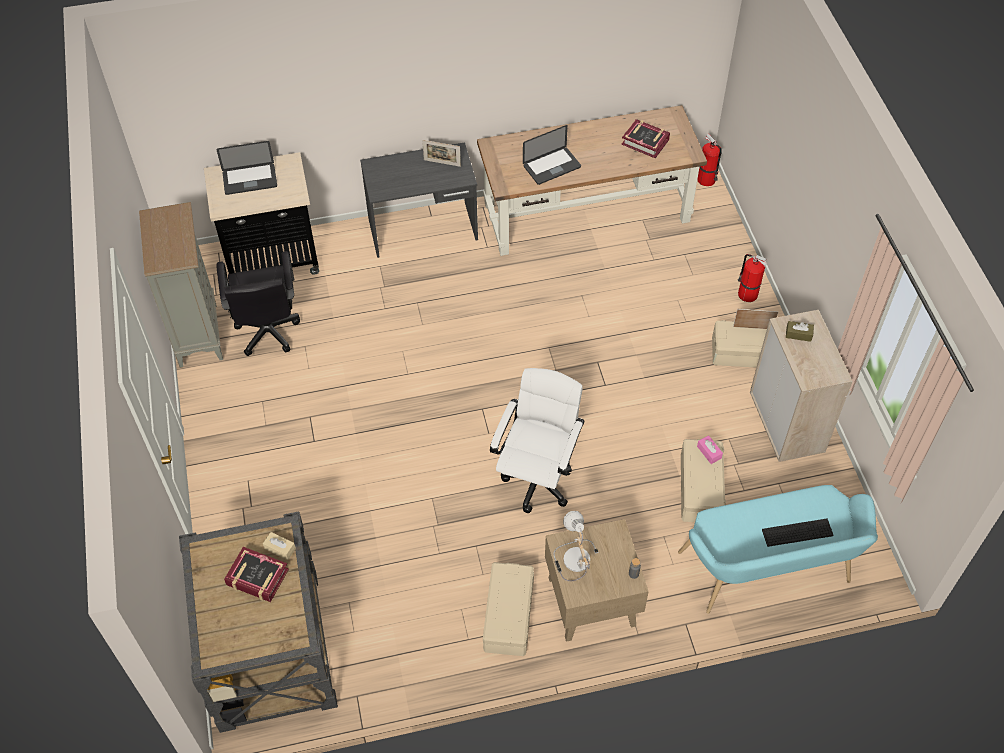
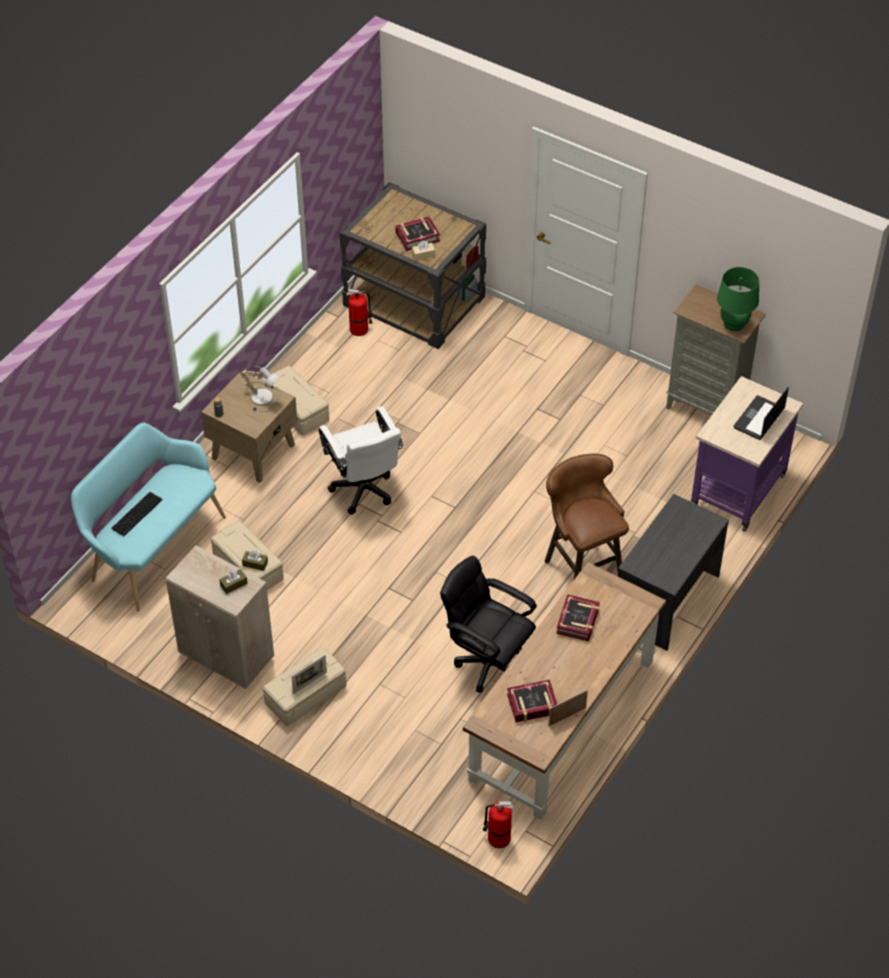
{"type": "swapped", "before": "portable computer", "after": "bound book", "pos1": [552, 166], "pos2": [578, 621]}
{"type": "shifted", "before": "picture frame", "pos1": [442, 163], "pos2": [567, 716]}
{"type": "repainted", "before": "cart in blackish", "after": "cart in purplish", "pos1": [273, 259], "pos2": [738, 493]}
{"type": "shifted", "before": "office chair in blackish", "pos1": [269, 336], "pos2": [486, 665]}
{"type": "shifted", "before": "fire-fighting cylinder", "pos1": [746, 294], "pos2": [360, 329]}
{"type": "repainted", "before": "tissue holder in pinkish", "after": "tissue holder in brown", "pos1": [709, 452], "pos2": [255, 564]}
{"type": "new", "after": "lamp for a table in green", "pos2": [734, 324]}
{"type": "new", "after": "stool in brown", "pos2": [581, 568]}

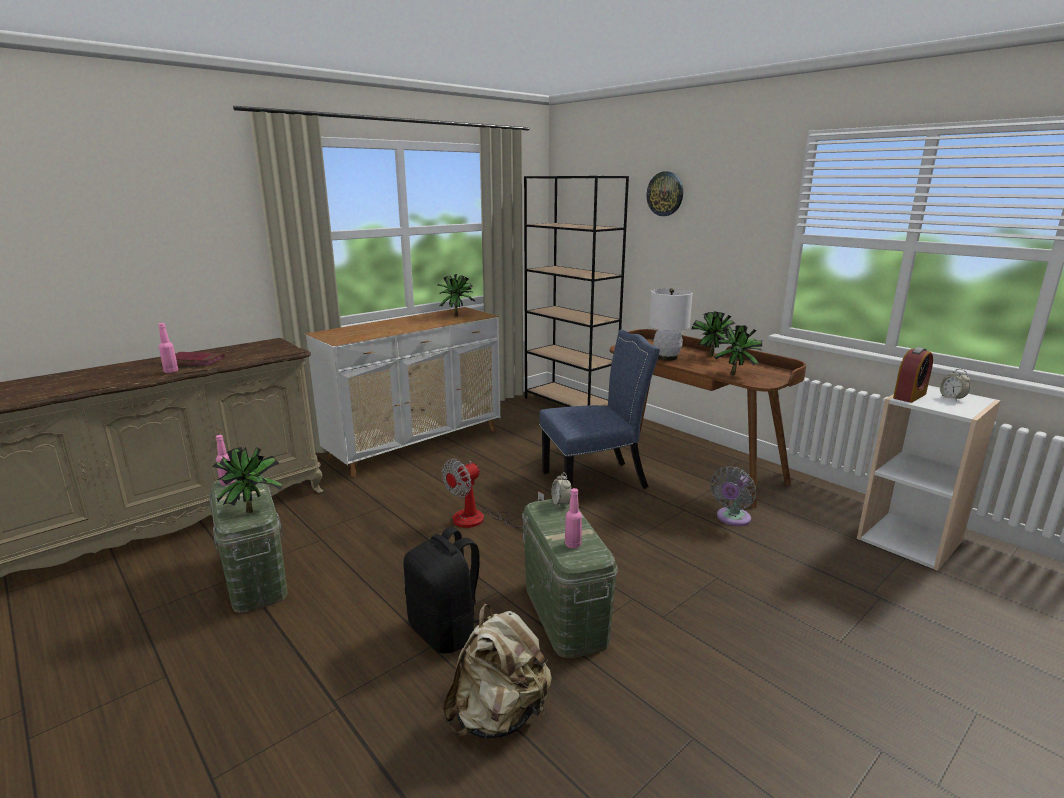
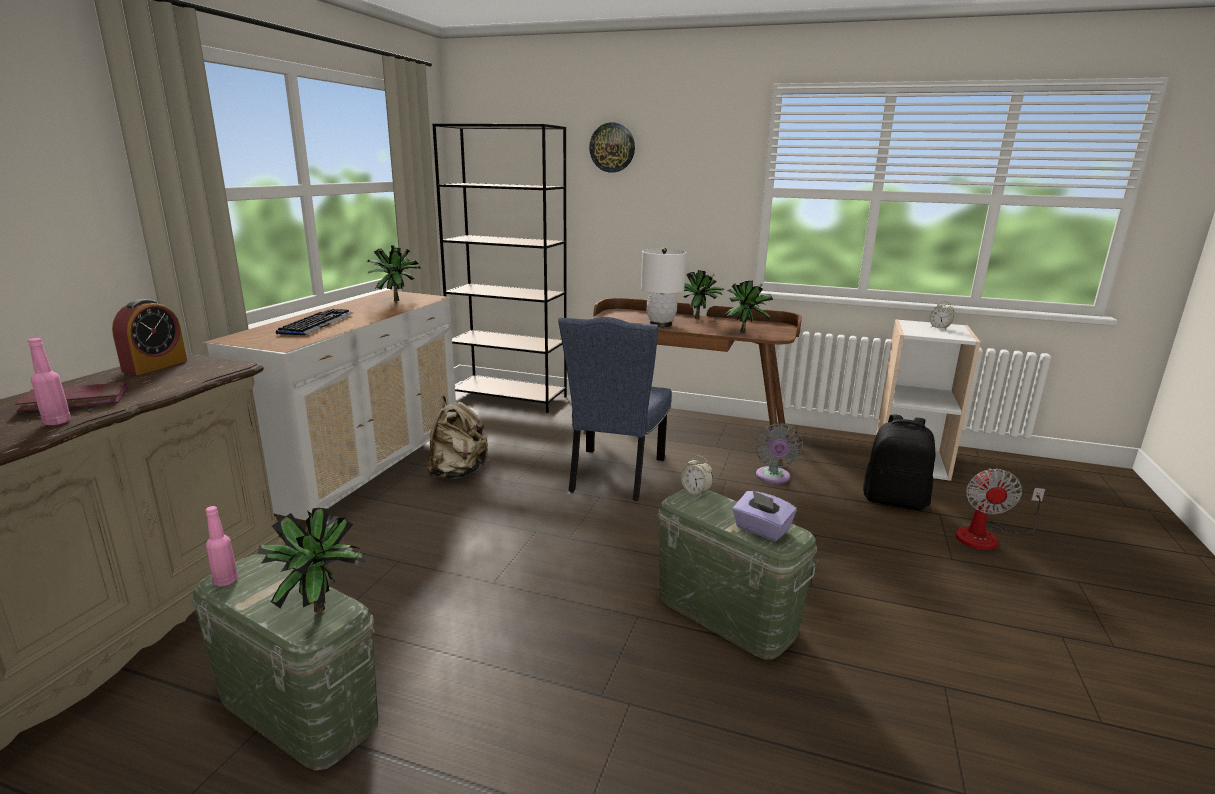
{"type": "rotated", "before": "chair in blue-coloured", "pos1": [593, 482], "pos2": [615, 473], "turn": 150}
{"type": "shifted", "before": "table clock", "pos1": [909, 396], "pos2": [155, 366]}
{"type": "shifted", "before": "electric fan", "pos1": [480, 520], "pos2": [986, 536]}
{"type": "swapped", "before": "drink bottle in pinkish", "after": "tissue holder in purplish", "pos1": [573, 544], "pos2": [761, 530]}
{"type": "shifted", "before": "rucksack in blackish", "pos1": [446, 631], "pos2": [895, 501]}
{"type": "shifted", "before": "rucksack in beige-coloured", "pos1": [499, 715], "pos2": [457, 473]}
{"type": "new", "after": "PC keyboard", "pos2": [317, 324]}

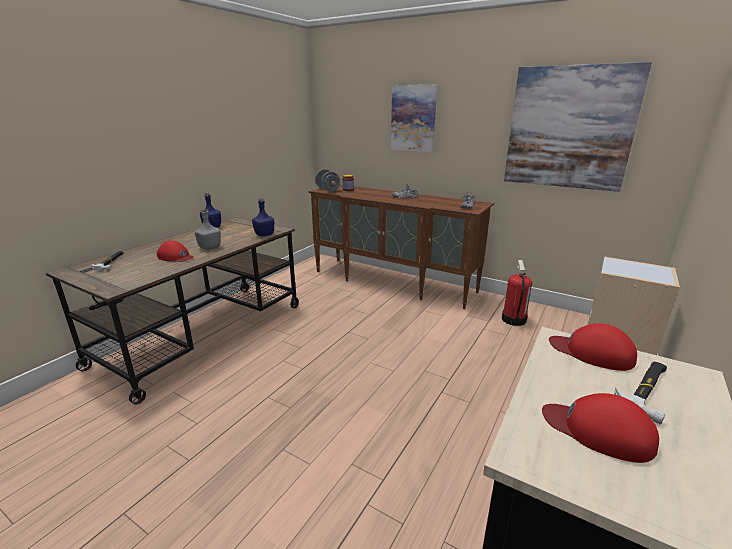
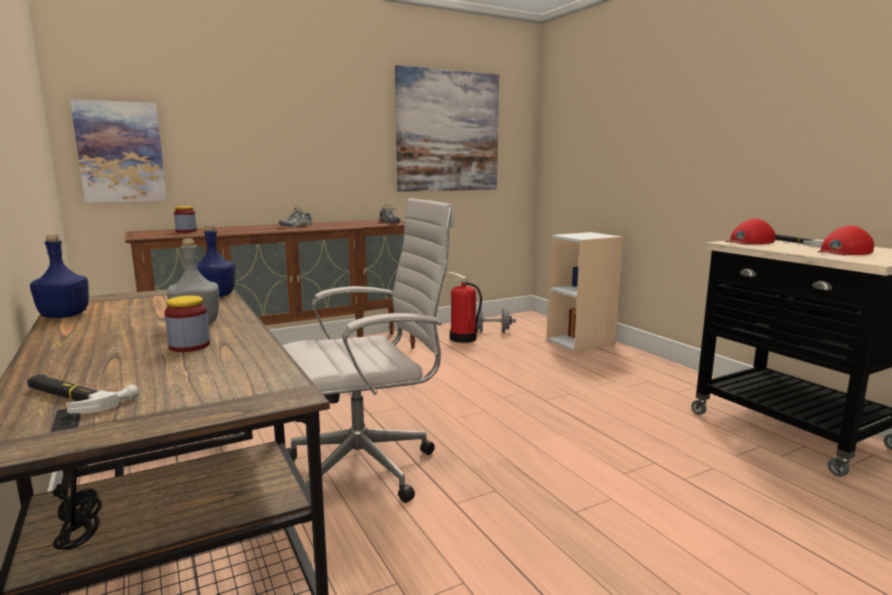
{"type": "shifted", "before": "wall picture", "pos1": [413, 118], "pos2": [121, 152]}
{"type": "shifted", "before": "free weight in grey", "pos1": [327, 190], "pos2": [492, 332]}
{"type": "swapped", "before": "cap in red", "after": "jar", "pos1": [176, 257], "pos2": [189, 346]}
{"type": "new", "after": "office chair in white", "pos2": [368, 467]}

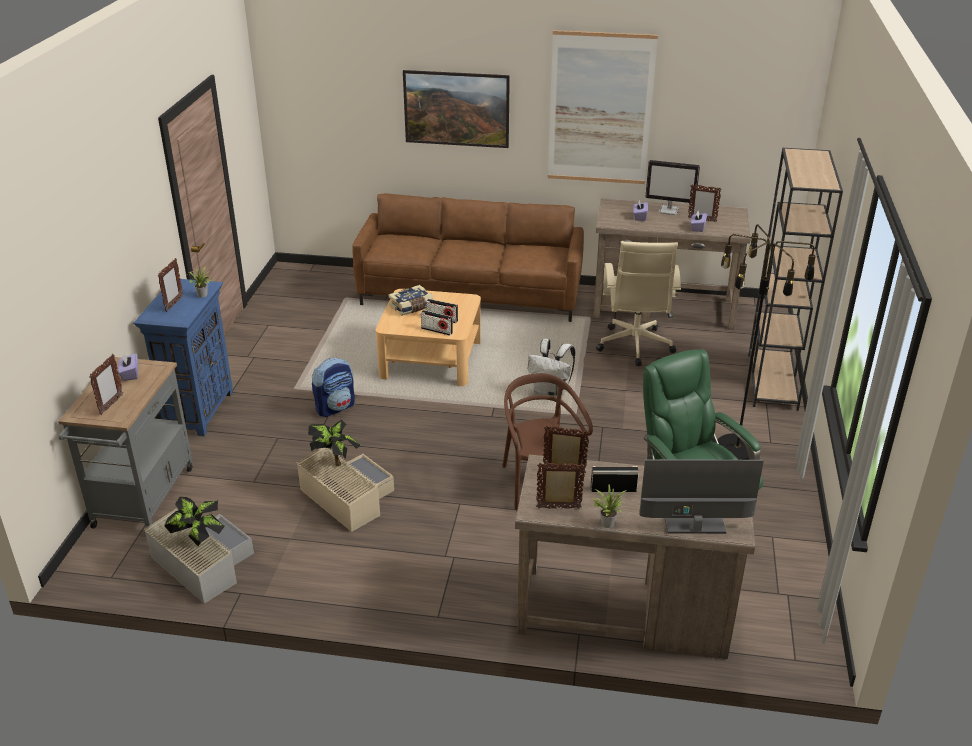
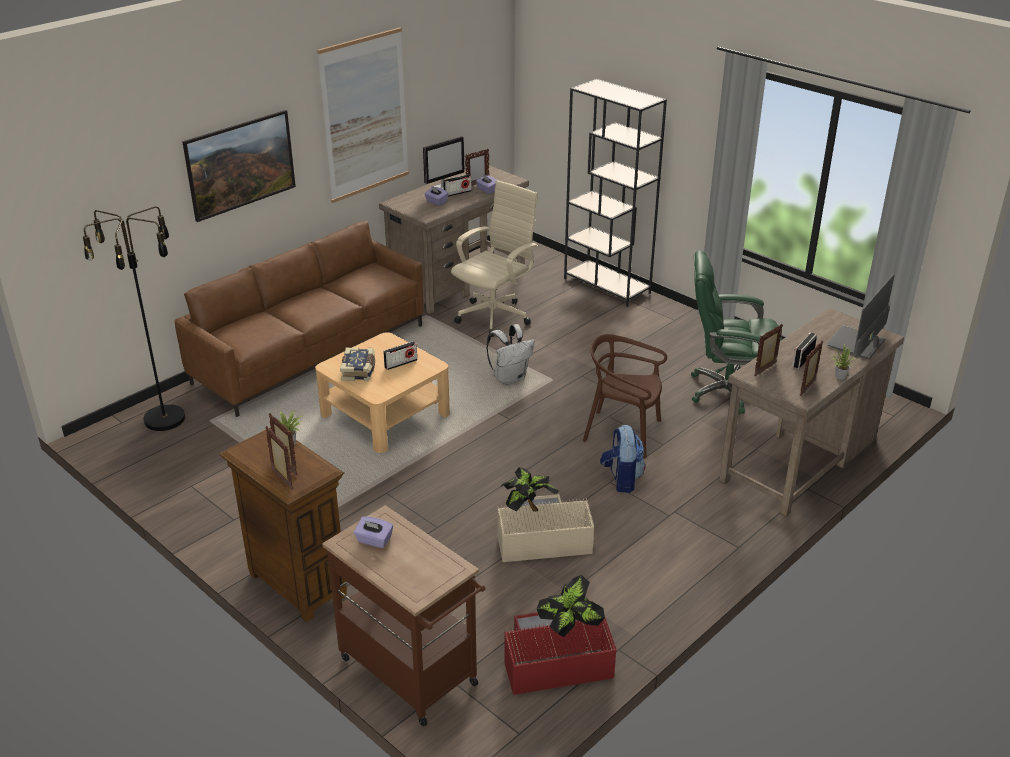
{"type": "shifted", "before": "standard lamp", "pos1": [735, 450], "pos2": [164, 420]}
{"type": "rotated", "before": "office chair in beige-coloured", "pos1": [635, 347], "pos2": [495, 316], "turn": -90}
{"type": "repainted", "before": "cabinet in blue-coloured", "after": "cabinet in brown", "pos1": [199, 411], "pos2": [295, 585]}
{"type": "shifted", "before": "radio receiver", "pos1": [437, 330], "pos2": [457, 193]}
{"type": "shifted", "before": "picture frame", "pos1": [111, 405], "pos2": [282, 480]}
{"type": "repainted", "before": "cart in grey", "after": "cart in brown", "pos1": [142, 500], "pos2": [411, 674]}
{"type": "shifted", "before": "rucksack", "pos1": [335, 407], "pos2": [621, 479]}
{"type": "repainted", "before": "storage box in grey", "after": "storage box in red", "pos1": [202, 563], "pos2": [553, 661]}

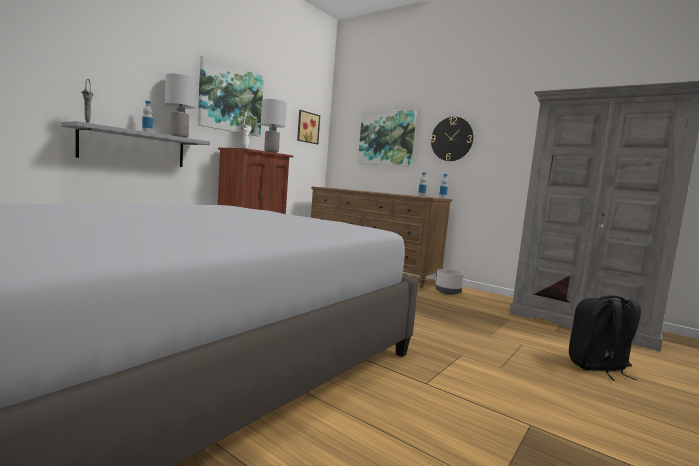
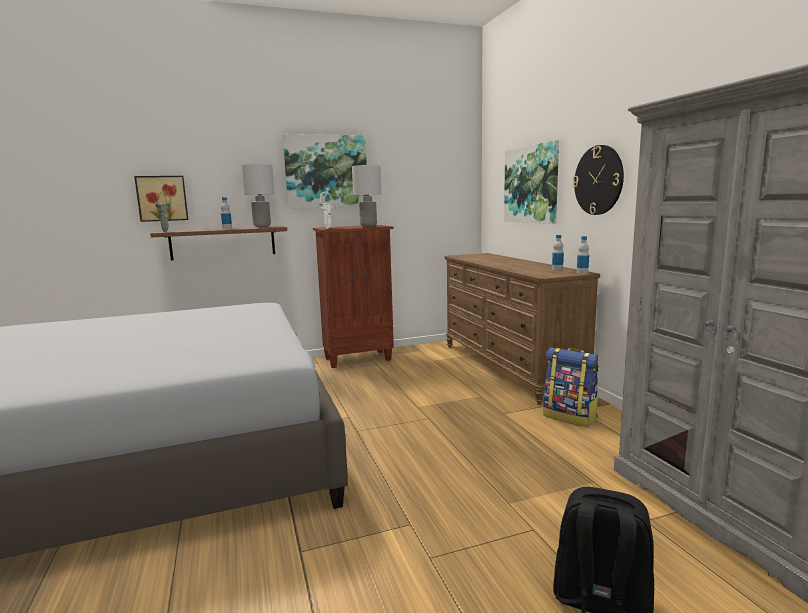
{"type": "shifted", "before": "wall picture", "pos1": [307, 127], "pos2": [162, 198]}
{"type": "repainted", "before": "shelf in grey", "after": "shelf in brown", "pos1": [134, 147], "pos2": [223, 242]}
{"type": "swapped", "before": "plant pot in grey", "after": "rucksack", "pos1": [448, 292], "pos2": [570, 416]}

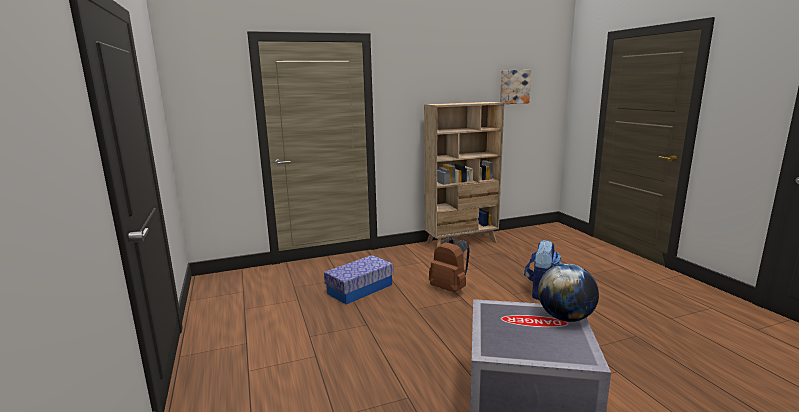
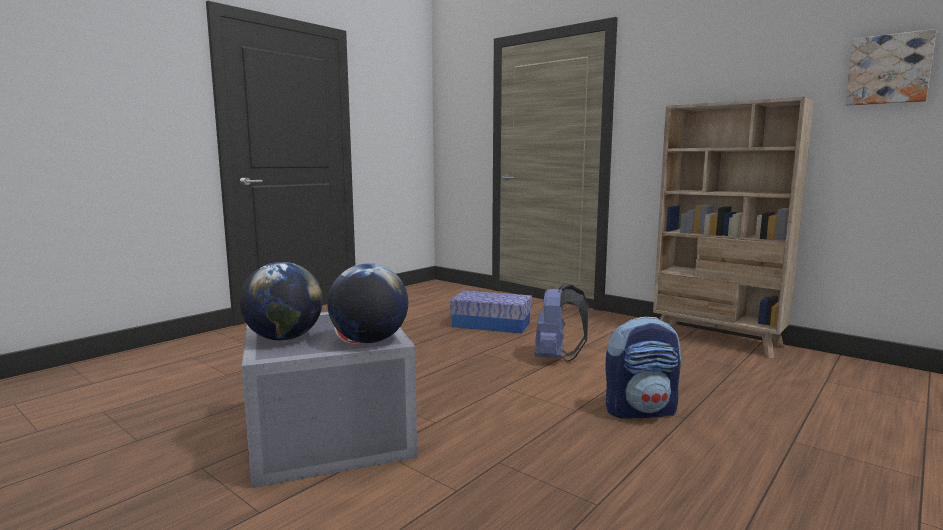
{"type": "repainted", "before": "rucksack in brown", "after": "rucksack in blue-coloured", "pos1": [450, 288], "pos2": [556, 358]}
{"type": "new", "after": "world globe", "pos2": [284, 338]}

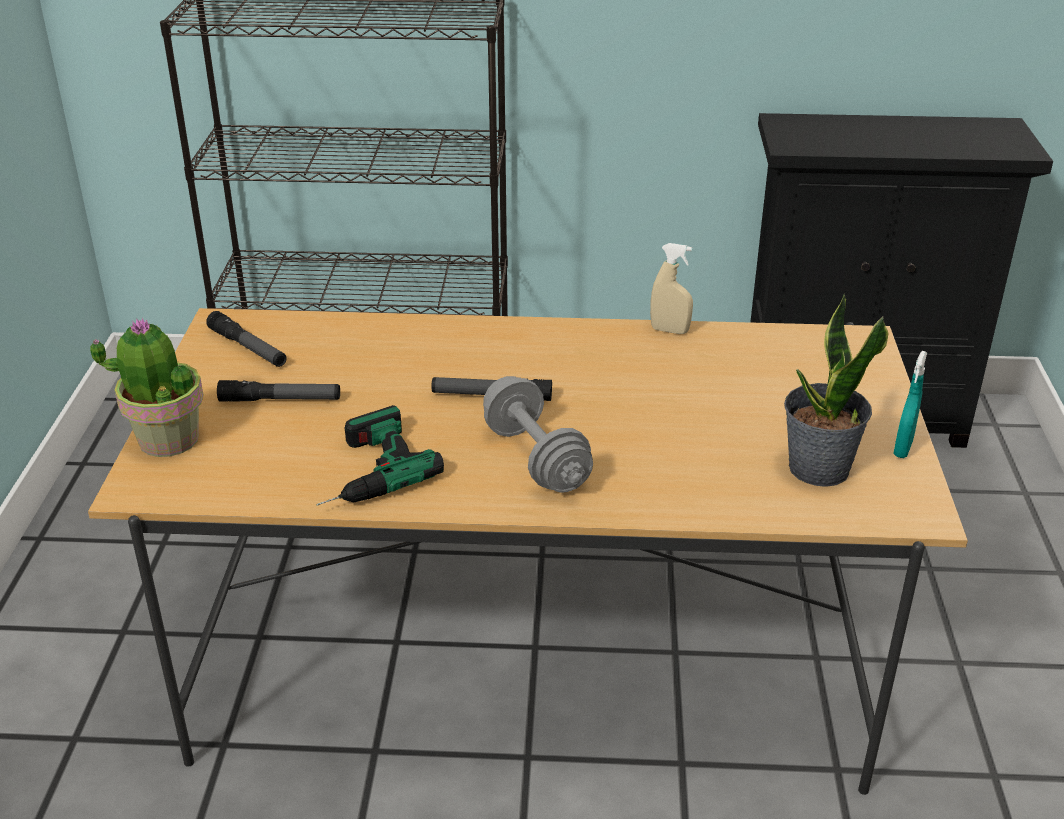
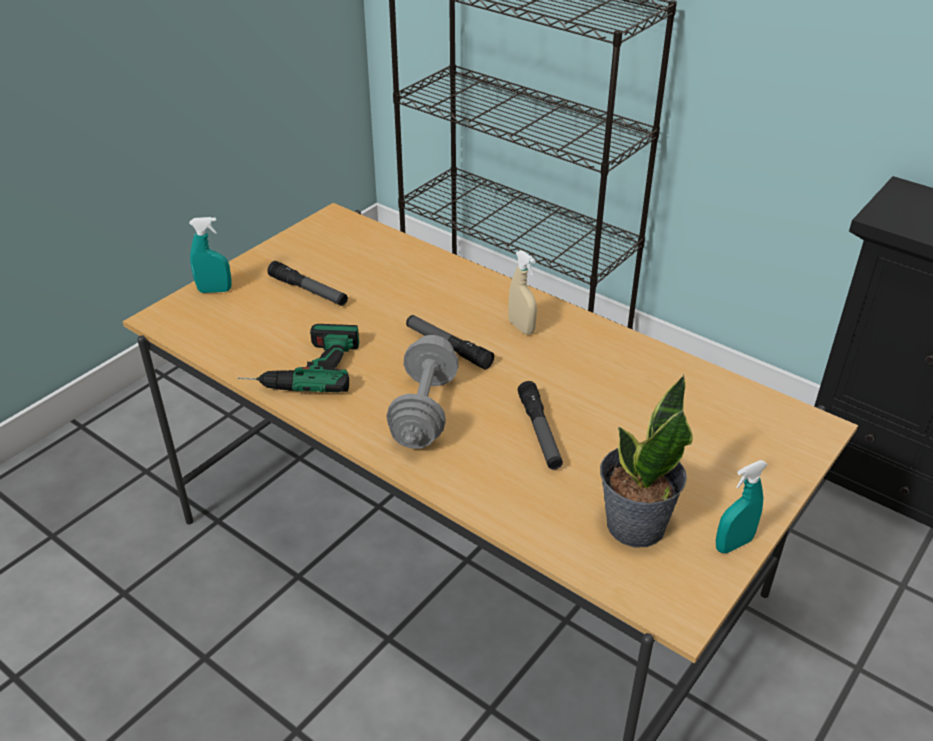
{"type": "shifted", "before": "hand sprayer in beige-coloured", "pos1": [669, 330], "pos2": [521, 327]}
{"type": "shifted", "before": "torch", "pos1": [248, 348], "pos2": [540, 432]}
{"type": "swapped", "before": "houseplant", "after": "hand sprayer in blue-green", "pos1": [168, 439], "pos2": [215, 290]}

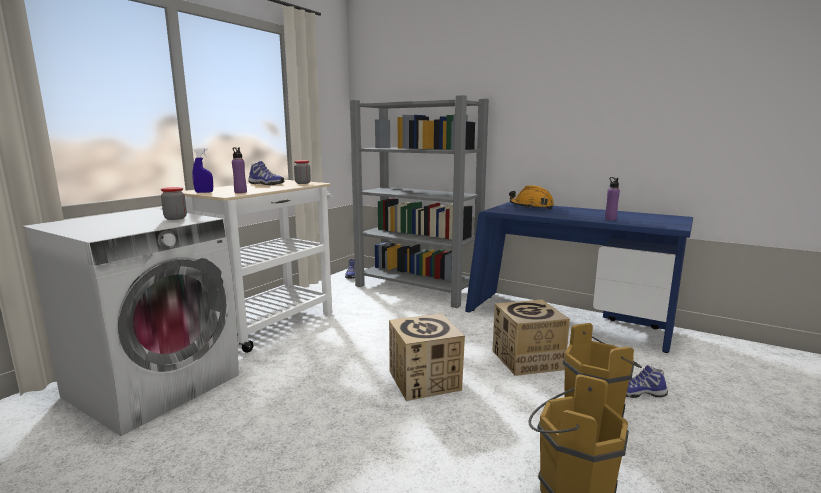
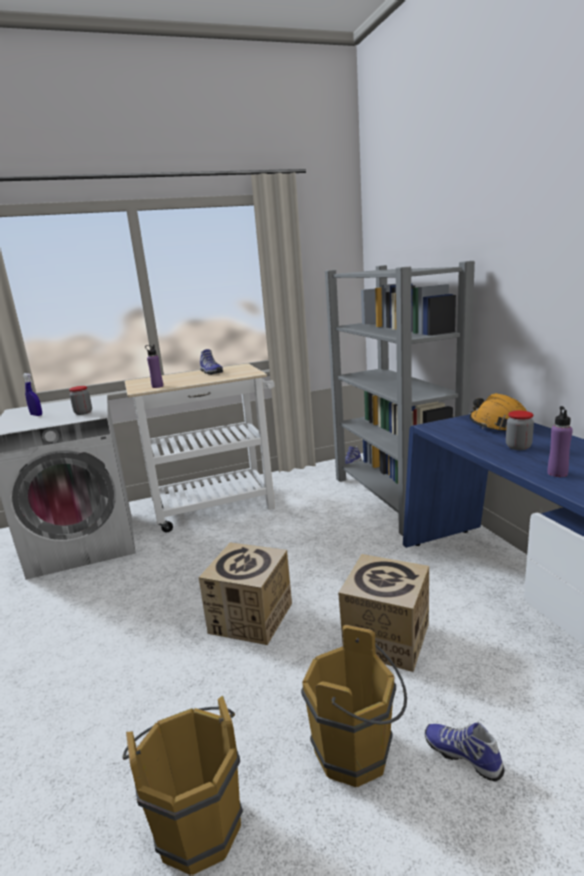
{"type": "shifted", "before": "hand sprayer in blue-coloured", "pos1": [204, 192], "pos2": [36, 415]}
{"type": "shifted", "before": "jar", "pos1": [302, 183], "pos2": [518, 447]}

